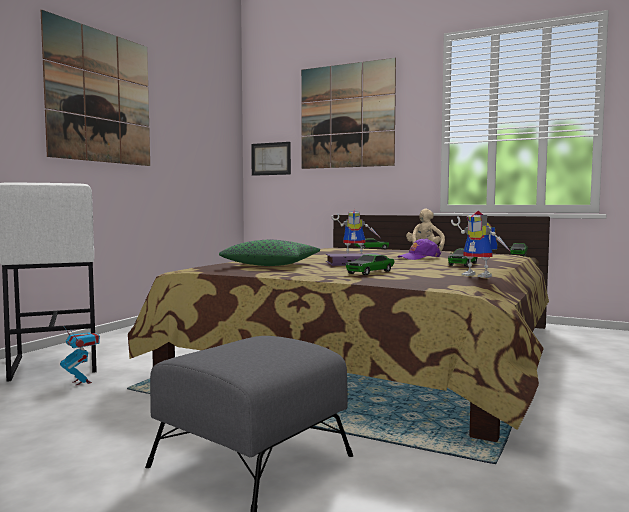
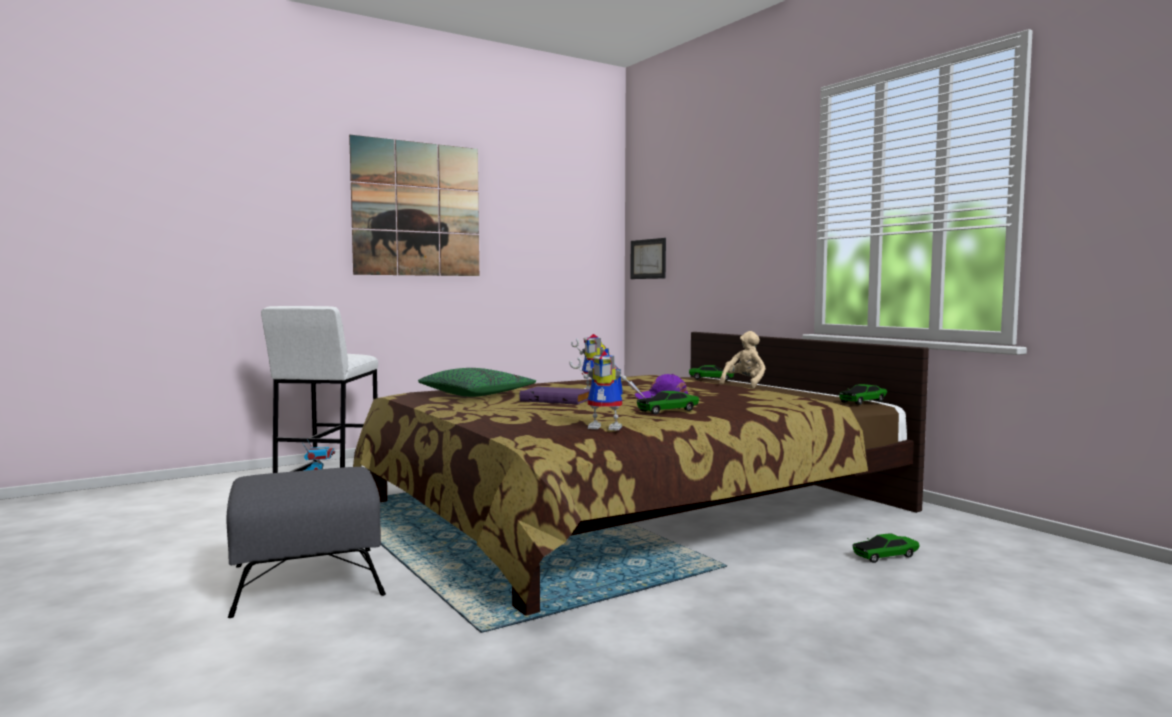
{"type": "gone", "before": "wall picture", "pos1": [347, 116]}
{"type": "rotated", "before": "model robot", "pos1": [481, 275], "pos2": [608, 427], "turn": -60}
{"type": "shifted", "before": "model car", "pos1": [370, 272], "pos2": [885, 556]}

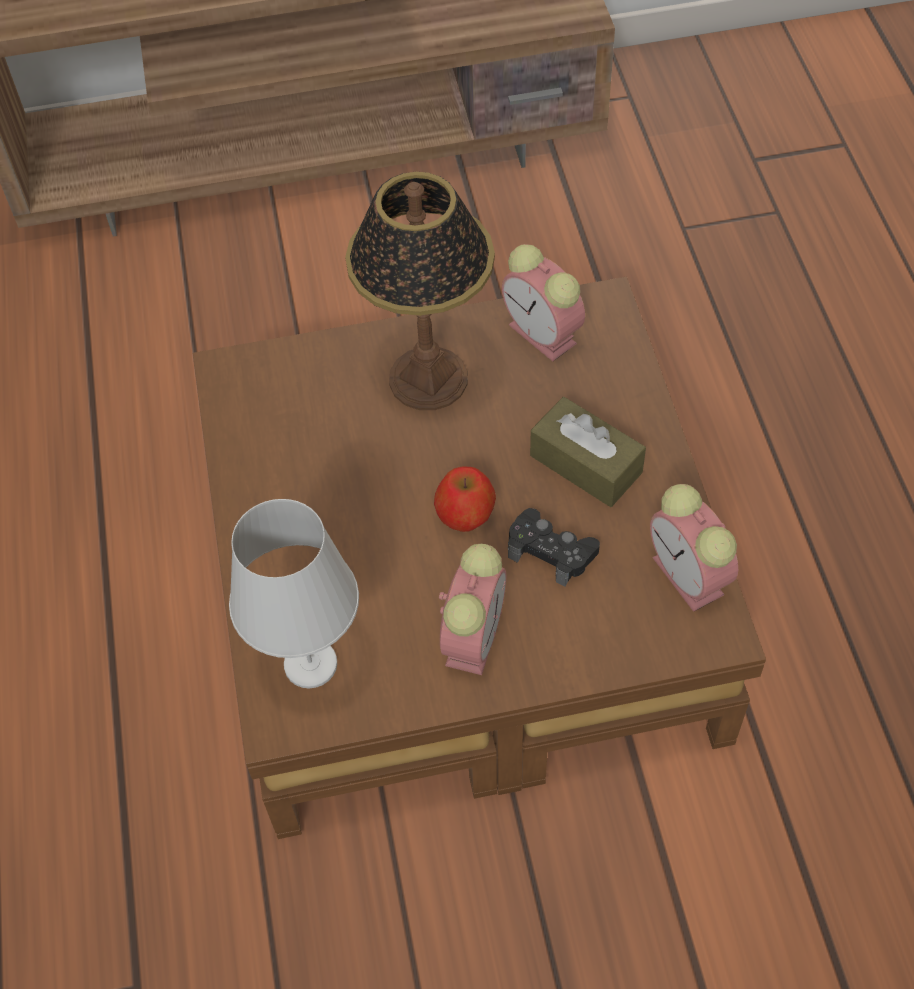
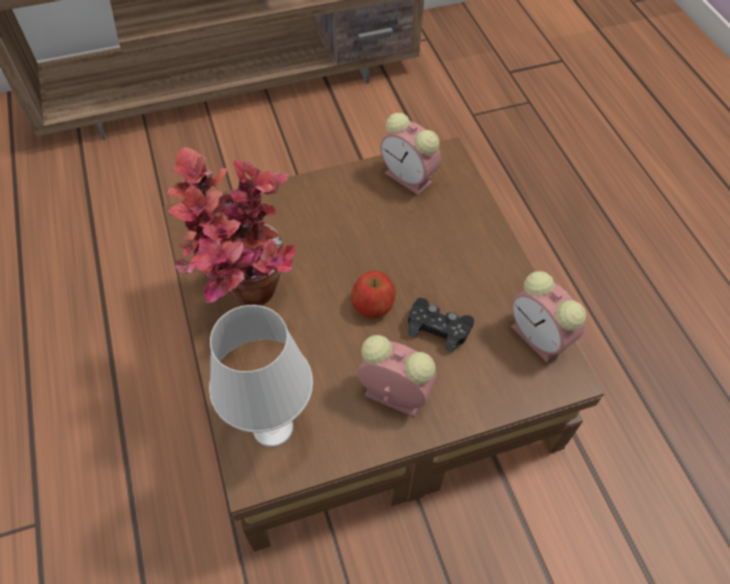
{"type": "gone", "before": "lamp for a table", "pos1": [428, 378]}
{"type": "gone", "before": "tissue holder in brown", "pos1": [586, 464]}
{"type": "rotated", "before": "table clock", "pos1": [473, 635], "pos2": [391, 394], "turn": -75}
{"type": "new", "after": "houseplant", "pos2": [247, 303]}

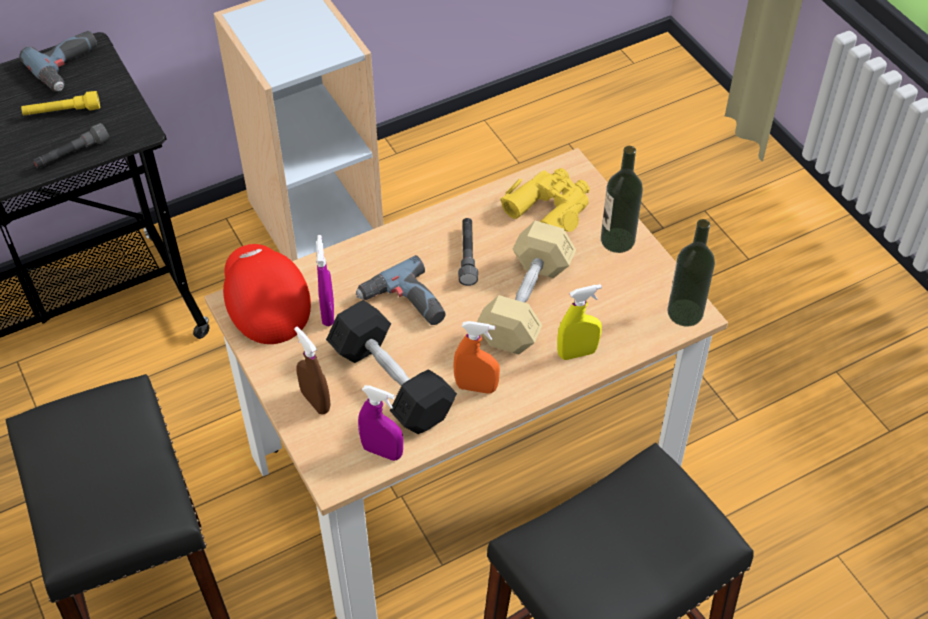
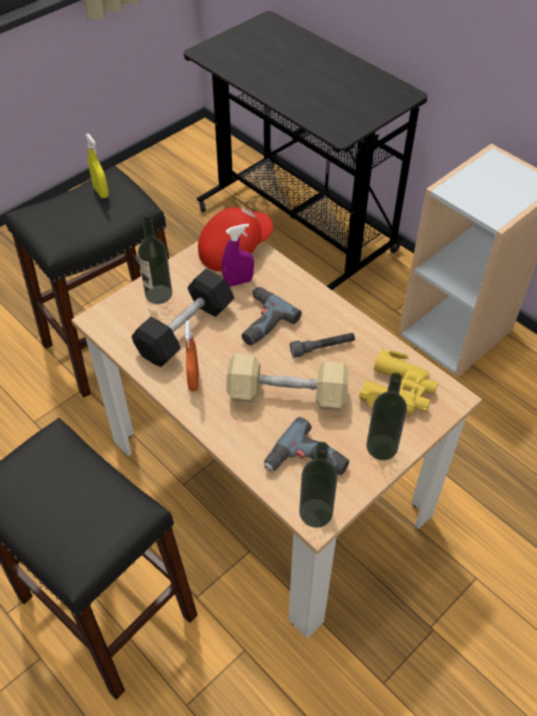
{"type": "shifted", "before": "drill", "pos1": [69, 67], "pos2": [306, 463]}
{"type": "gone", "before": "torch in yellow-coloured", "pos1": [62, 112]}
{"type": "gone", "before": "torch in grey", "pos1": [72, 154]}
{"type": "shifted", "before": "hand sprayer in yellow-coloured", "pos1": [577, 353], "pos2": [101, 192]}
{"type": "swapped", "before": "hand sprayer in brown", "after": "drink bottle", "pos1": [315, 401], "pos2": [158, 294]}
{"type": "gone", "before": "hand sprayer in purplish", "pos1": [382, 451]}

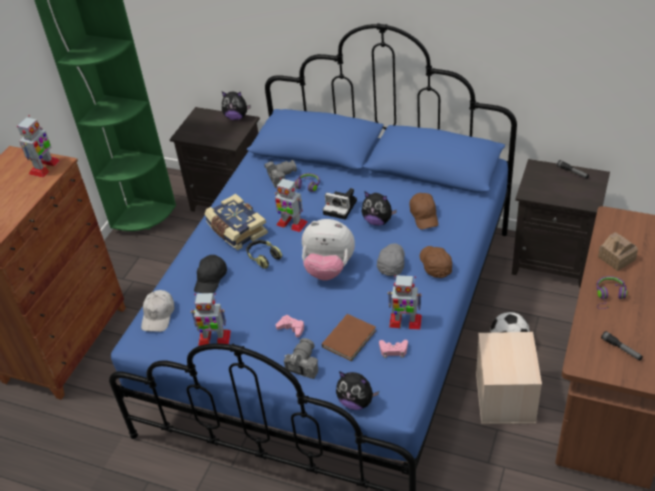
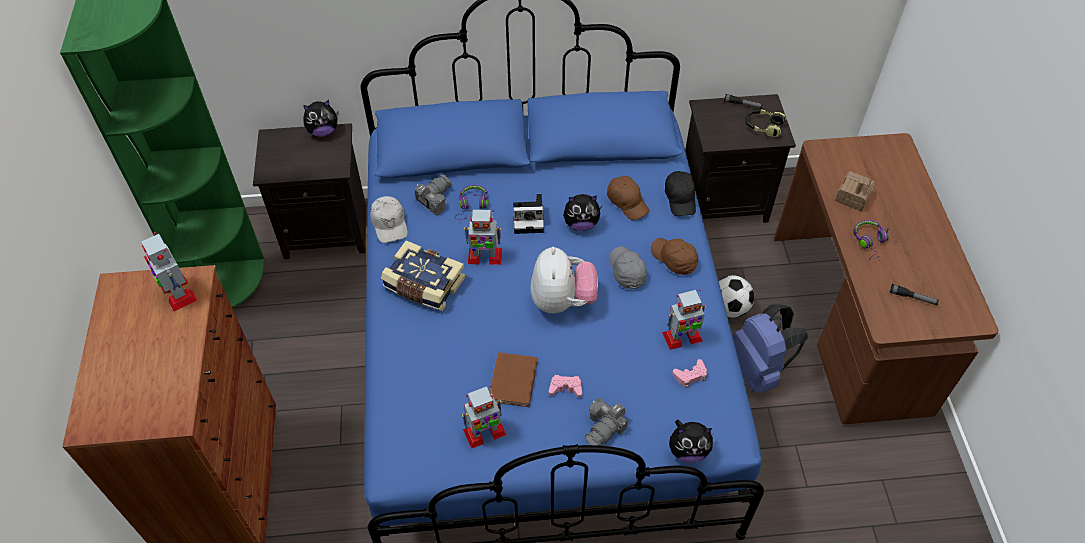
{"type": "rotated", "before": "model robot", "pos1": [44, 167], "pos2": [177, 292], "turn": 150}
{"type": "rotated", "before": "plush toy", "pos1": [328, 269], "pos2": [562, 300], "turn": -75}
{"type": "shifted", "before": "headphones", "pos1": [263, 257], "pos2": [763, 127]}
{"type": "shifted", "before": "cap in blackish", "pos1": [211, 279], "pos2": [680, 198]}
{"type": "shifted", "before": "cap in white", "pos1": [158, 315], "pos2": [389, 223]}
{"type": "shifted", "before": "bound book in brown", "pos1": [350, 338], "pos2": [514, 379]}
{"type": "swapped", "before": "storage box in beige-coloured", "after": "rucksack in blue-coloured", "pos1": [506, 398], "pos2": [758, 369]}
{"type": "rotated", "before": "photo camera", "pos1": [302, 364], "pos2": [604, 428], "turn": -135}

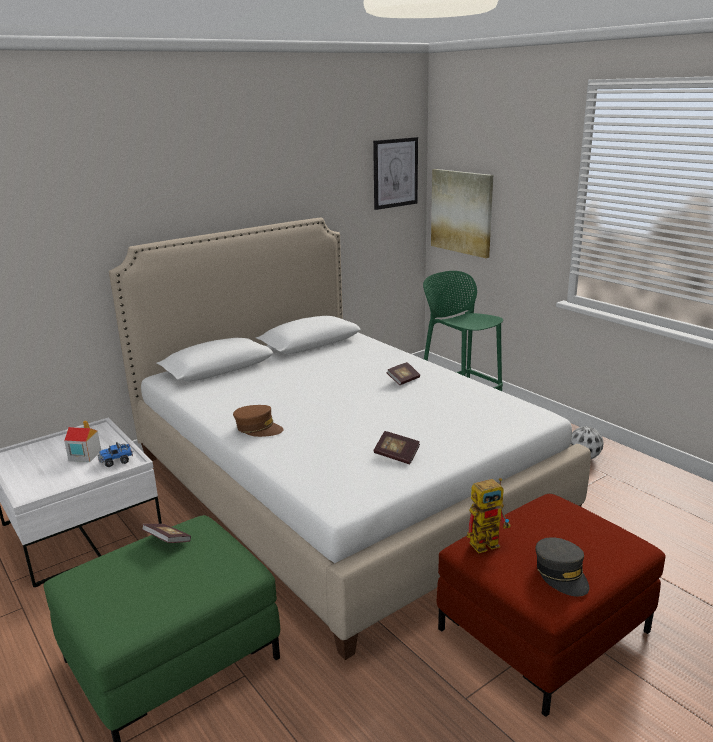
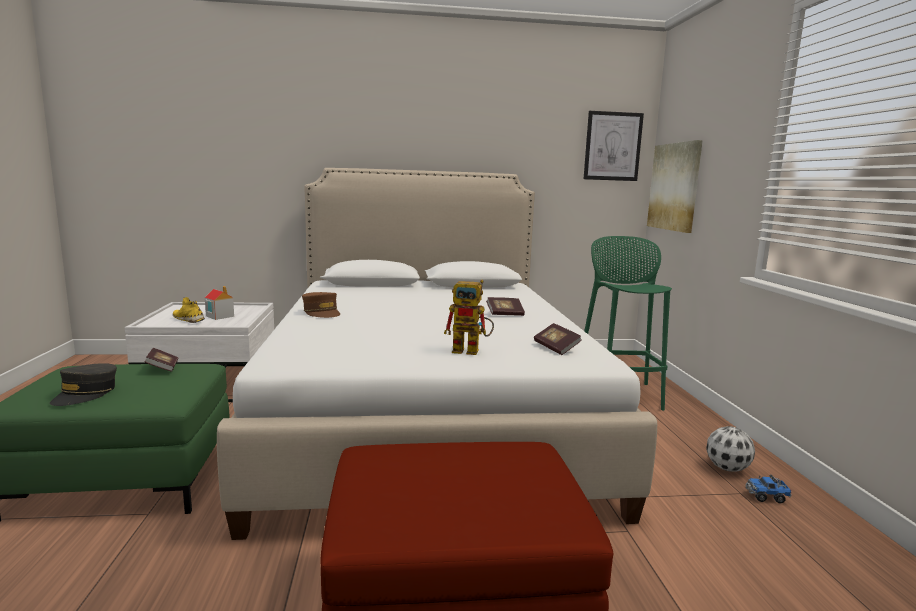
{"type": "shifted", "before": "bound book", "pos1": [396, 455], "pos2": [556, 348]}
{"type": "shifted", "before": "toy lorry", "pos1": [117, 461], "pos2": [766, 497]}
{"type": "shifted", "before": "model robot", "pos1": [488, 542], "pos2": [472, 351]}
{"type": "shifted", "before": "cap in grey", "pos1": [561, 574], "pos2": [86, 394]}
{"type": "new", "after": "low shoe in yellow-coloured", "pos2": [189, 320]}

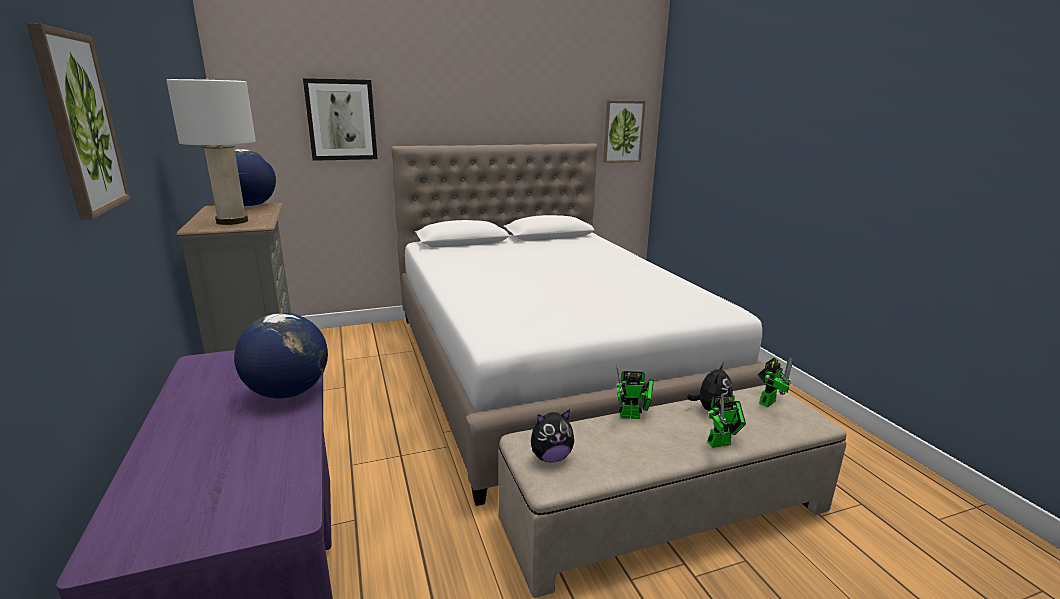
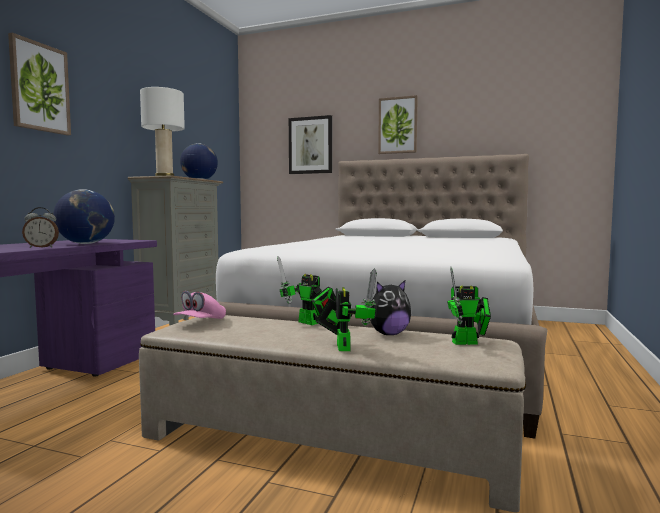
{"type": "shifted", "before": "wall picture", "pos1": [623, 131], "pos2": [397, 125]}
{"type": "rotated", "before": "model robot", "pos1": [722, 443], "pos2": [343, 346], "turn": -120}
{"type": "swapped", "before": "plush toy", "after": "cap in pinkish", "pos1": [551, 457], "pos2": [200, 323]}
{"type": "new", "after": "table clock", "pos2": [42, 247]}

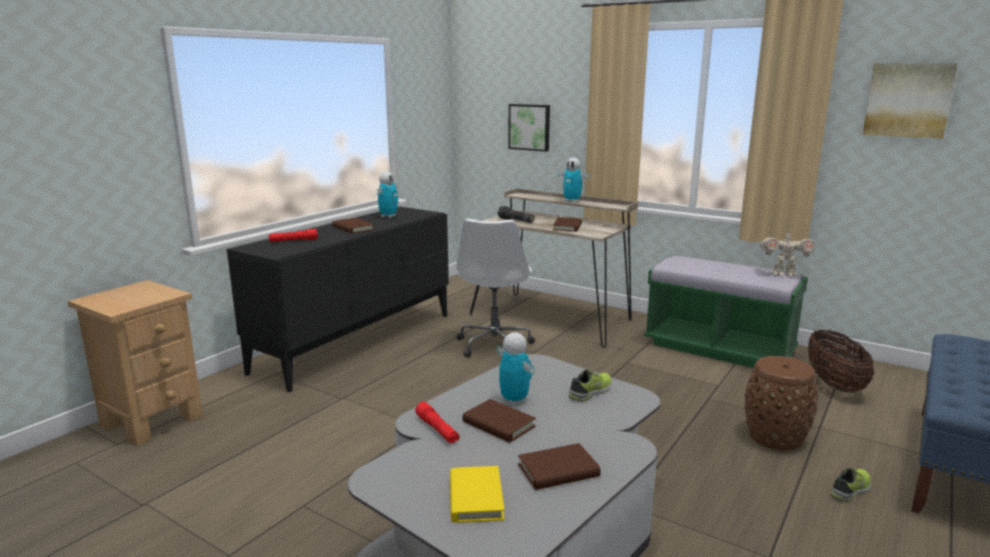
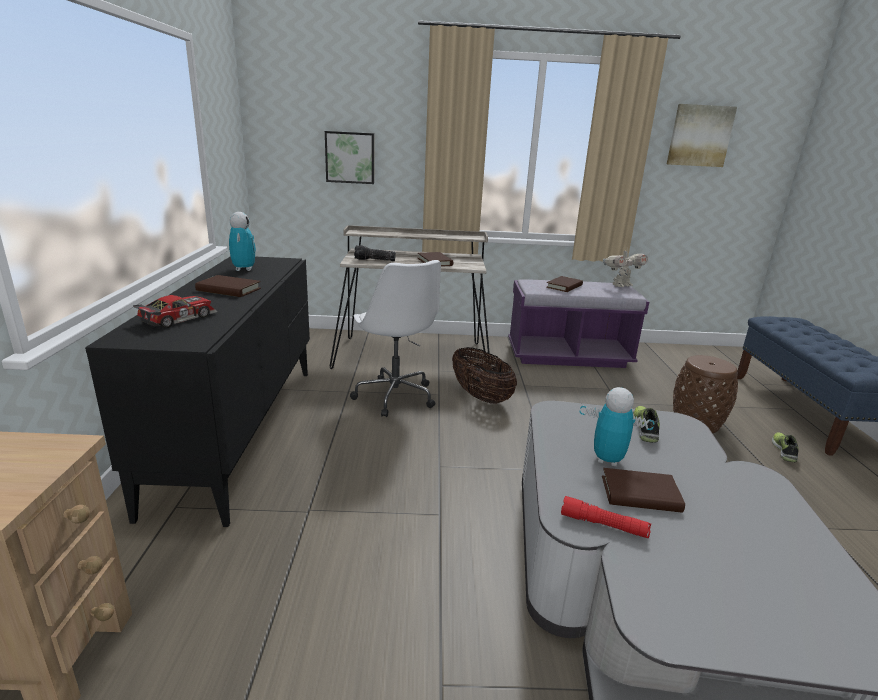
{"type": "gone", "before": "model robot", "pos1": [572, 201]}
{"type": "swapped", "before": "torch in red", "after": "model car", "pos1": [293, 240], "pos2": [177, 318]}
{"type": "repainted", "before": "indoor bench in green", "after": "indoor bench in purplish", "pos1": [718, 348], "pos2": [568, 356]}
{"type": "shifted", "before": "storage basket", "pos1": [834, 384], "pos2": [480, 396]}
{"type": "shifted", "before": "bound book in brown", "pos1": [558, 471], "pos2": [564, 286]}
{"type": "gone", "before": "bound book in yellow-coloured", "pos1": [475, 498]}

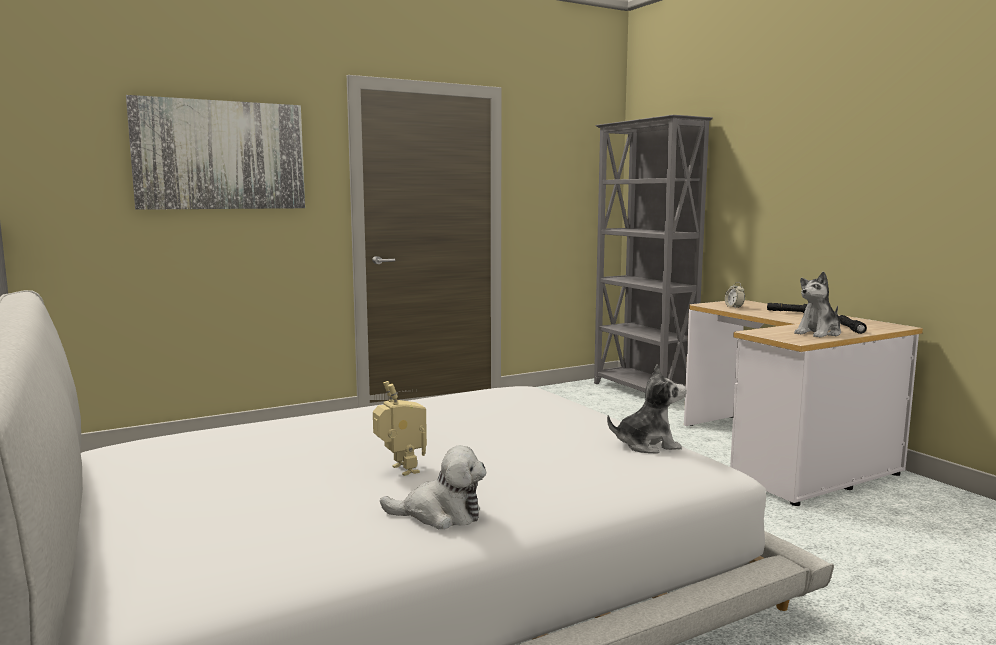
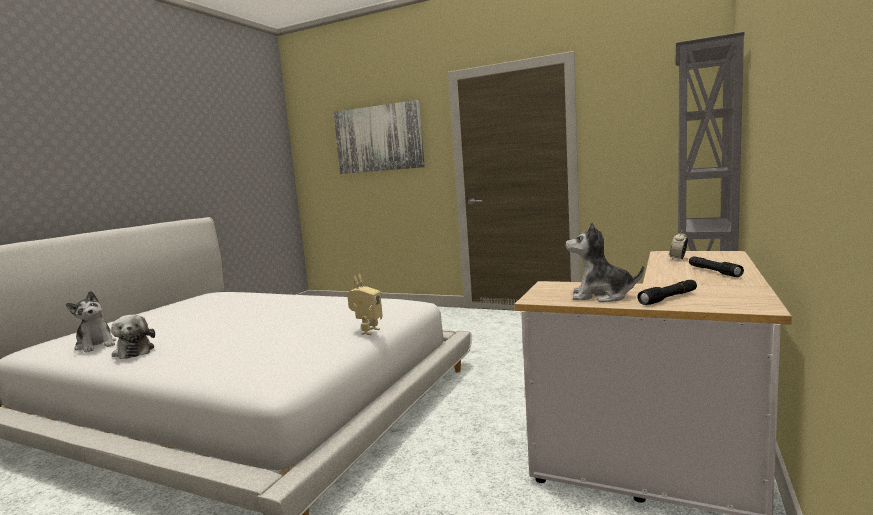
{"type": "shifted", "before": "plush toy", "pos1": [647, 445], "pos2": [96, 345]}
{"type": "shifted", "before": "model robot", "pos1": [400, 470], "pos2": [367, 331]}

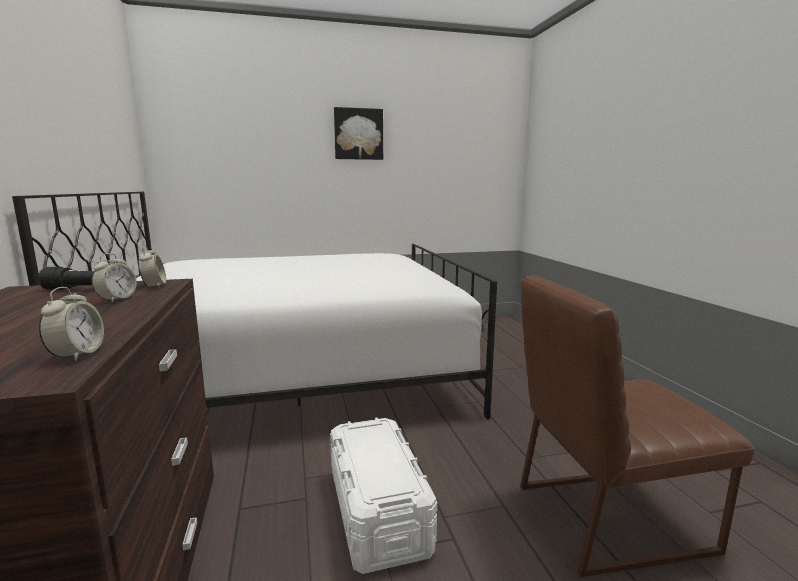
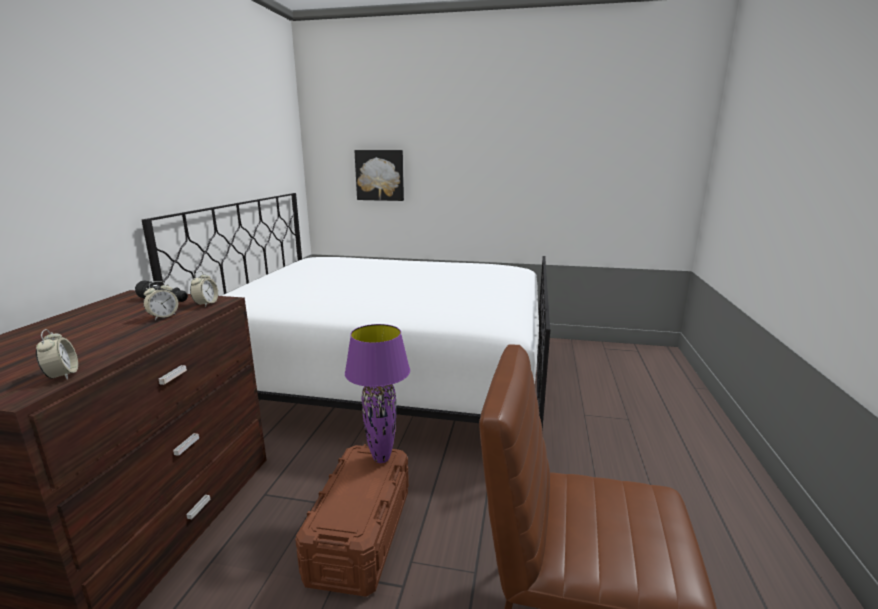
{"type": "shifted", "before": "wall picture", "pos1": [358, 134], "pos2": [380, 175]}
{"type": "rotated", "before": "table clock", "pos1": [77, 355], "pos2": [62, 375], "turn": -45}
{"type": "repainted", "before": "storage box in white", "after": "storage box in brown", "pos1": [377, 511], "pos2": [360, 535]}
{"type": "new", "after": "lamp for a table in purplish", "pos2": [381, 458]}

